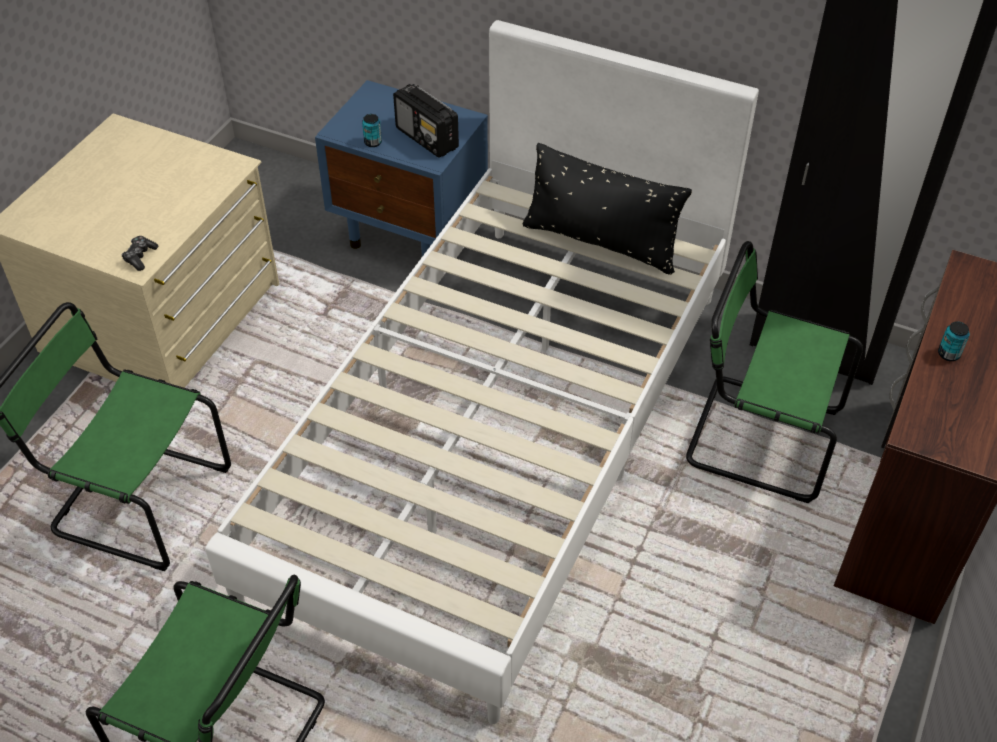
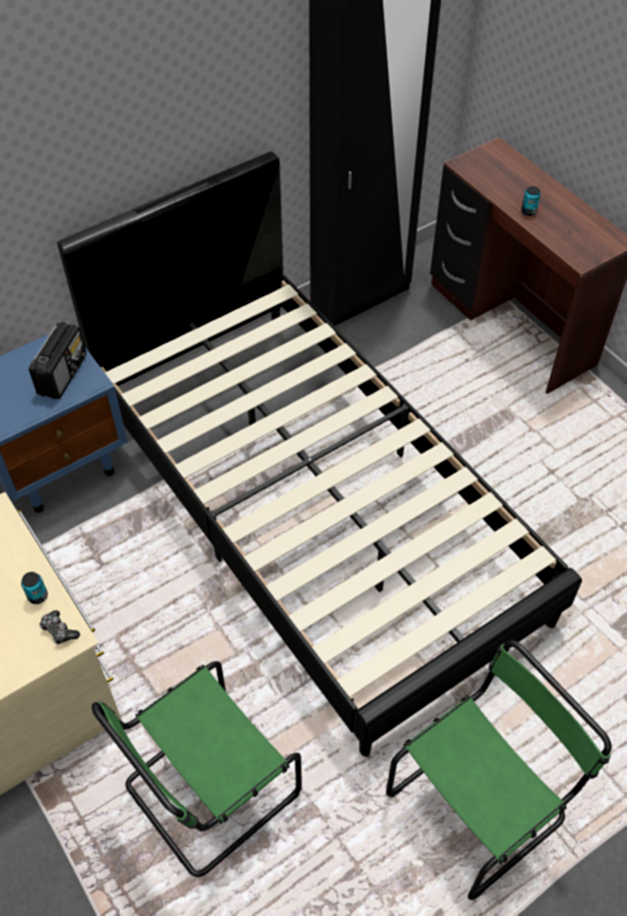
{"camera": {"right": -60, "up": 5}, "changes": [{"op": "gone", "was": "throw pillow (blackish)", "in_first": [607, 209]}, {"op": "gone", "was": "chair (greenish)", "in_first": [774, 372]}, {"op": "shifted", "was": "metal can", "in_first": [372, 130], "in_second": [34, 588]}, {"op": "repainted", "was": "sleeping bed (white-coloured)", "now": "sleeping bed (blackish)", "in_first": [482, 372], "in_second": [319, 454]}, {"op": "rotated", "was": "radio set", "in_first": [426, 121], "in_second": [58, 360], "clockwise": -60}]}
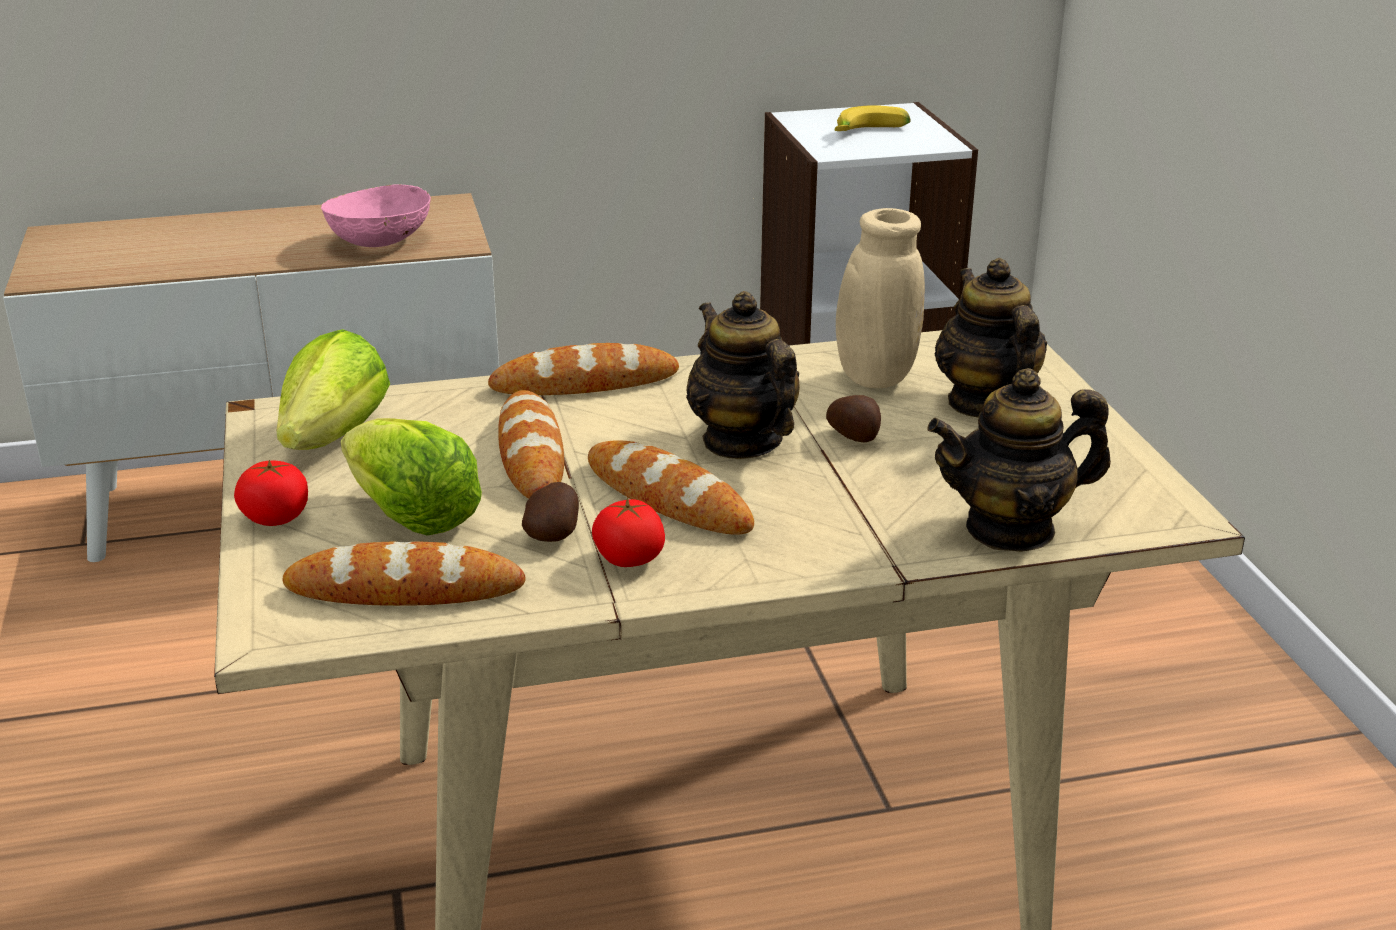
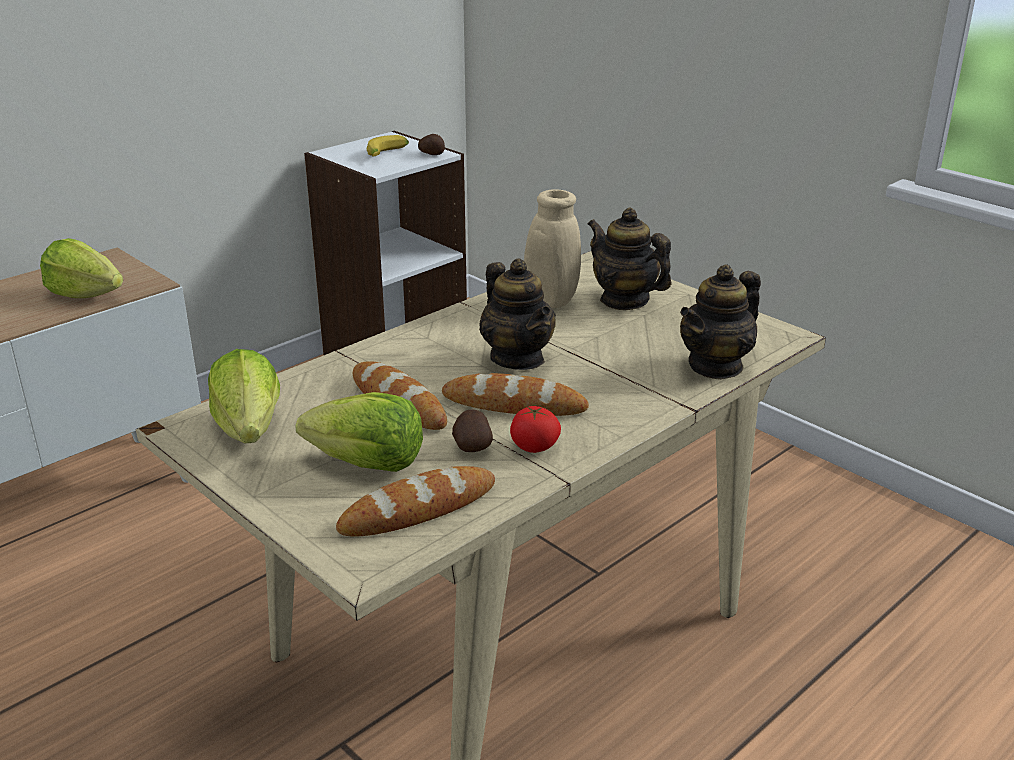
{"camera": {"right": -30, "up": 0}, "changes": [{"op": "gone", "was": "whole tomato", "in_first": [271, 493]}, {"op": "gone", "was": "bakery bread", "in_first": [583, 369]}, {"op": "shifted", "was": "potato", "in_first": [853, 419], "in_second": [431, 144]}, {"op": "swapped", "was": "bowl (pinkish)", "now": "head of lettuce", "in_first": [376, 215], "in_second": [81, 268]}, {"op": "rotated", "was": "pot for tea", "in_first": [743, 375], "in_second": [517, 314], "clockwise": -150}]}
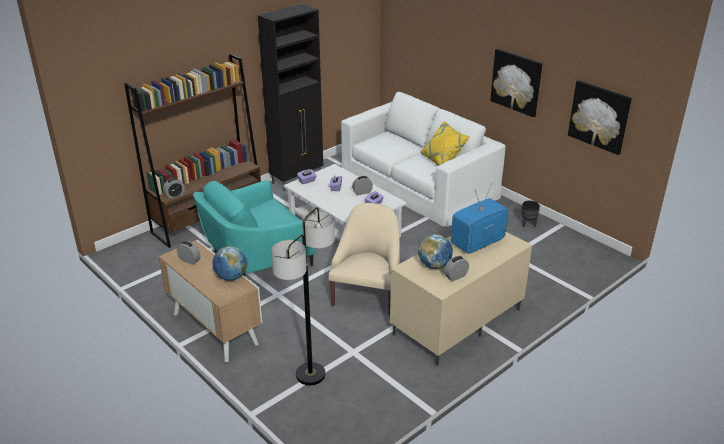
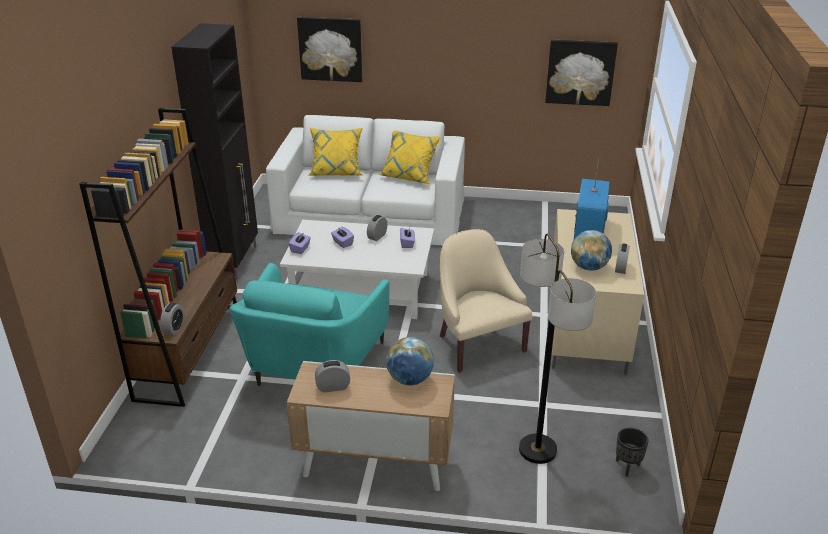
{"camera": {"right": -40, "up": 0}, "changes": [{"op": "new", "now": "throw pillow (yellow-coloured)", "in_second": [335, 152]}, {"op": "shifted", "was": "wall art", "in_first": [516, 83], "in_second": [330, 49]}, {"op": "shifted", "was": "flower pot (blackish)", "in_first": [530, 214], "in_second": [632, 452]}]}
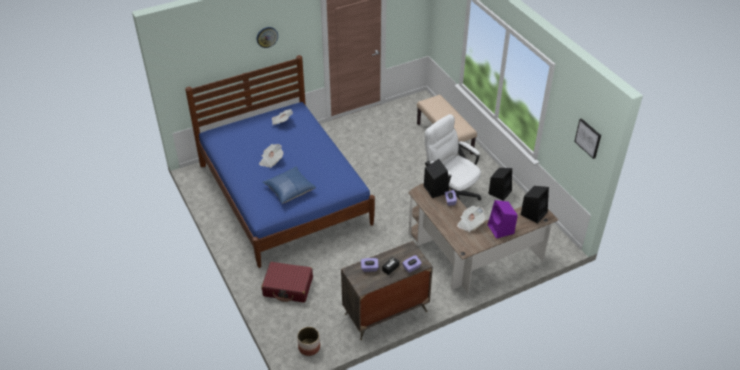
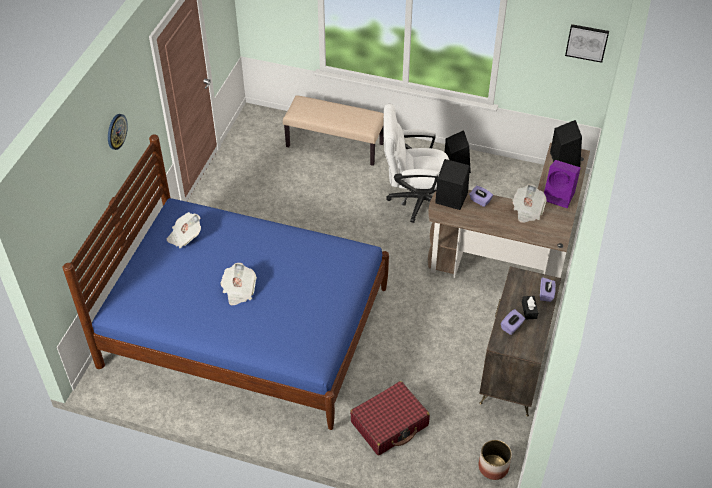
{"camera": {"right": -45, "up": 5}, "changes": [{"op": "gone", "was": "throw pillow (blue)", "in_first": [289, 185]}]}
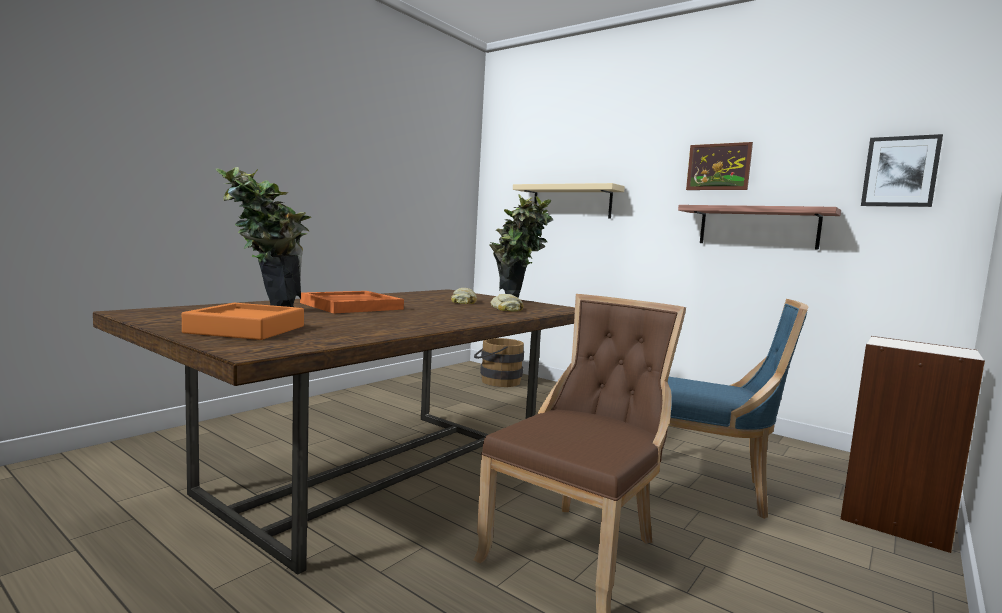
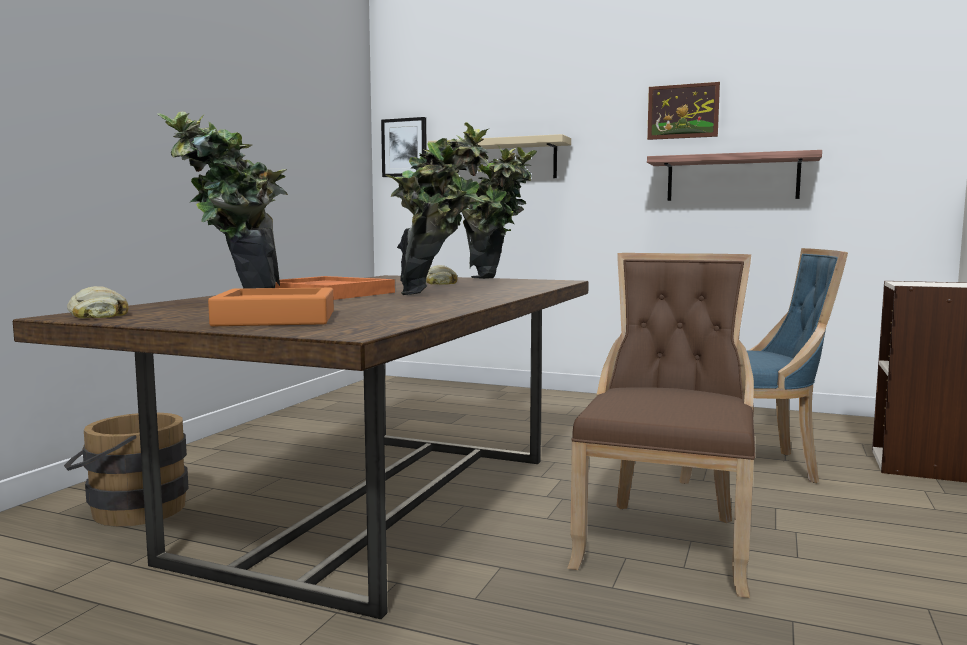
{"camera": {"right": -15, "up": 0}, "changes": [{"op": "new", "now": "potted plant", "in_second": [437, 208]}, {"op": "shifted", "was": "bucket (brownish)", "in_first": [499, 362], "in_second": [126, 469]}, {"op": "shifted", "was": "bakery bread", "in_first": [506, 303], "in_second": [98, 302]}, {"op": "shifted", "was": "wall art", "in_first": [902, 170], "in_second": [404, 147]}]}
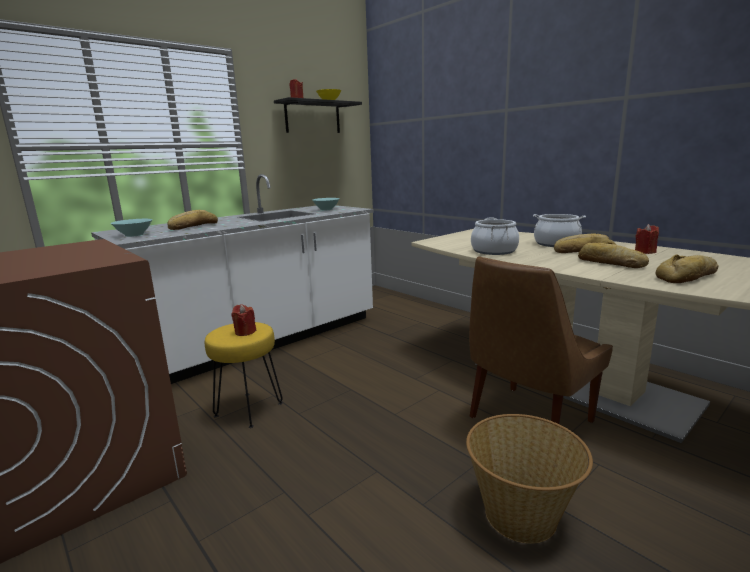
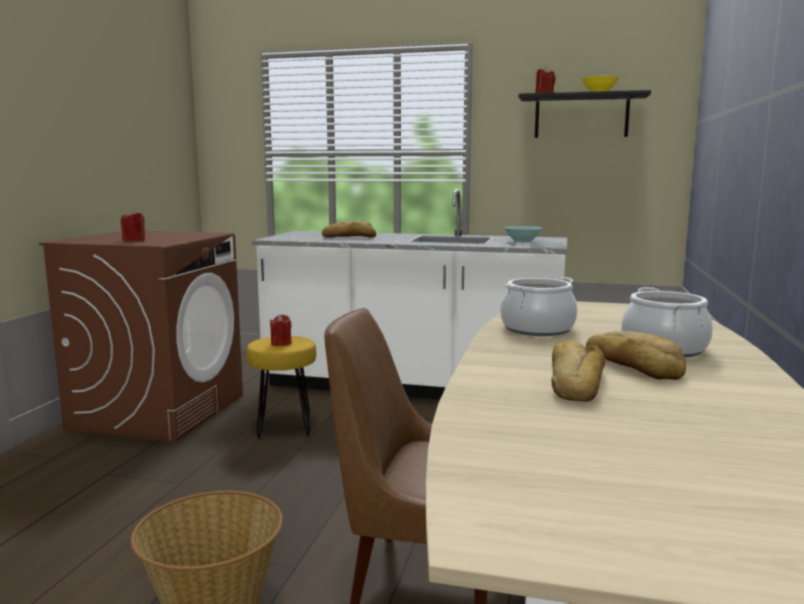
{"camera": {"right": 55, "up": -5}, "changes": [{"op": "gone", "was": "bowl (turquoise)", "in_first": [131, 228]}, {"op": "gone", "was": "bakery bread", "in_first": [687, 268]}, {"op": "shifted", "was": "candle (red)", "in_first": [647, 239], "in_second": [133, 225]}]}
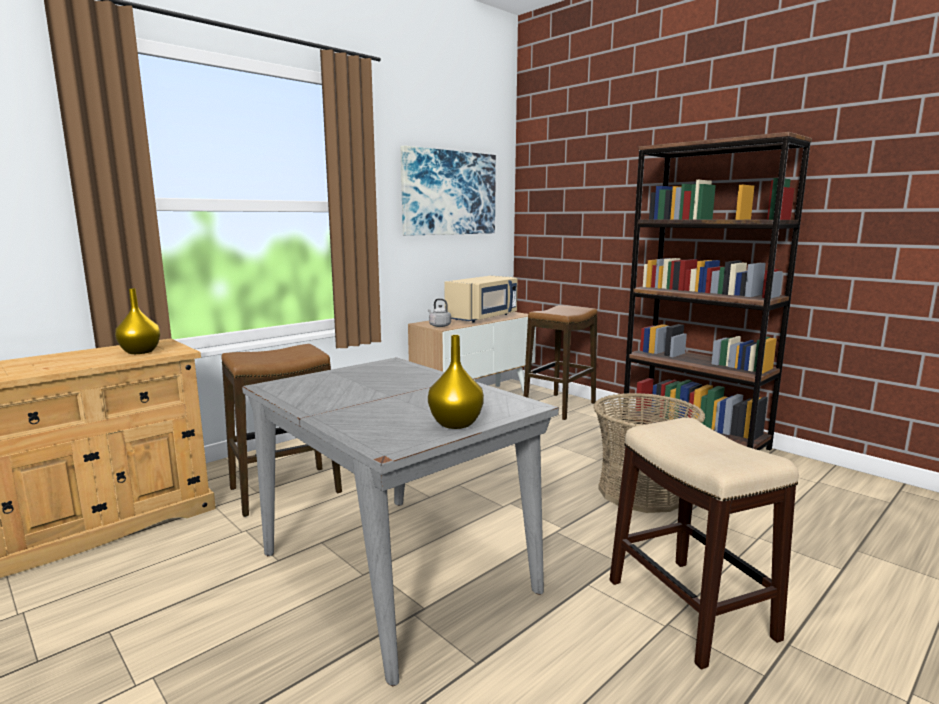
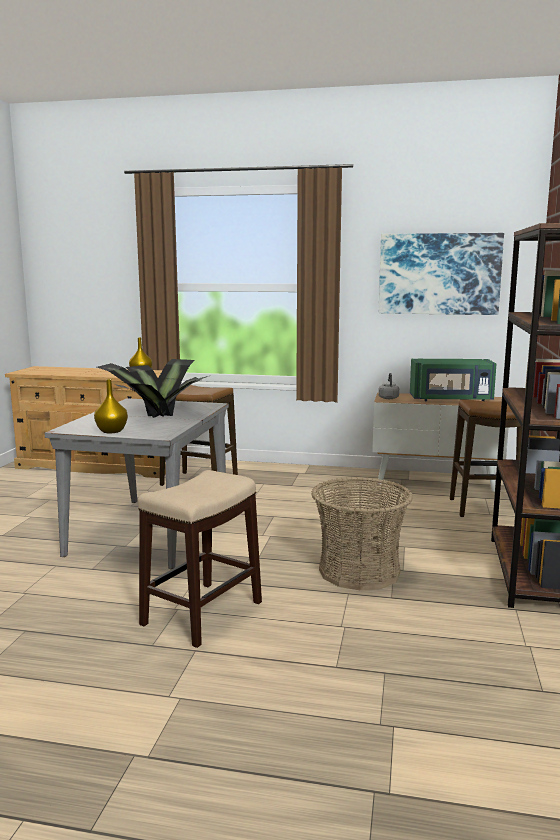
{"camera": {"right": 55, "up": 0}, "changes": [{"op": "new", "now": "potted plant", "in_second": [152, 388]}, {"op": "repainted", "was": "microwave oven (beige-coloured)", "now": "microwave oven (greenish)", "in_first": [480, 299], "in_second": [453, 380]}]}
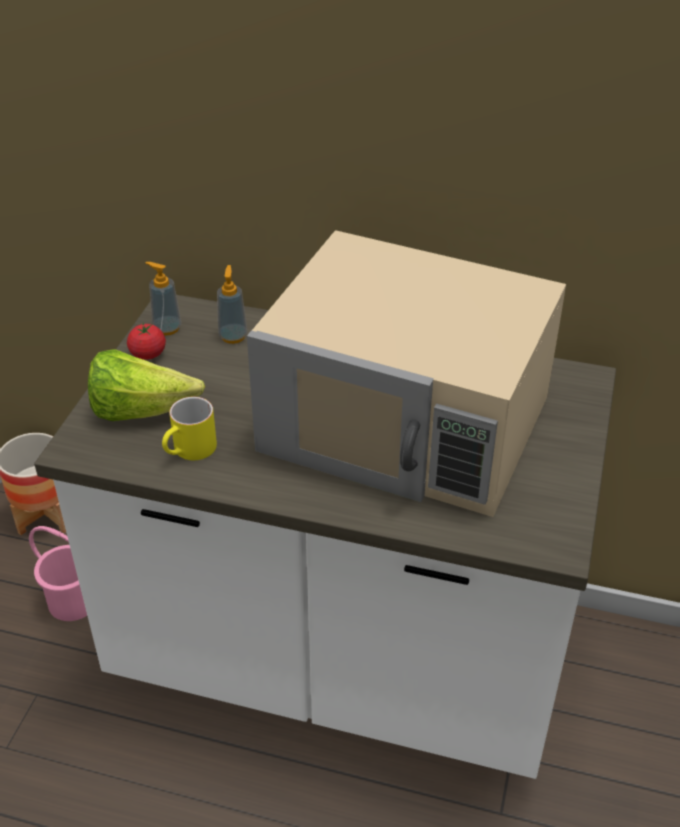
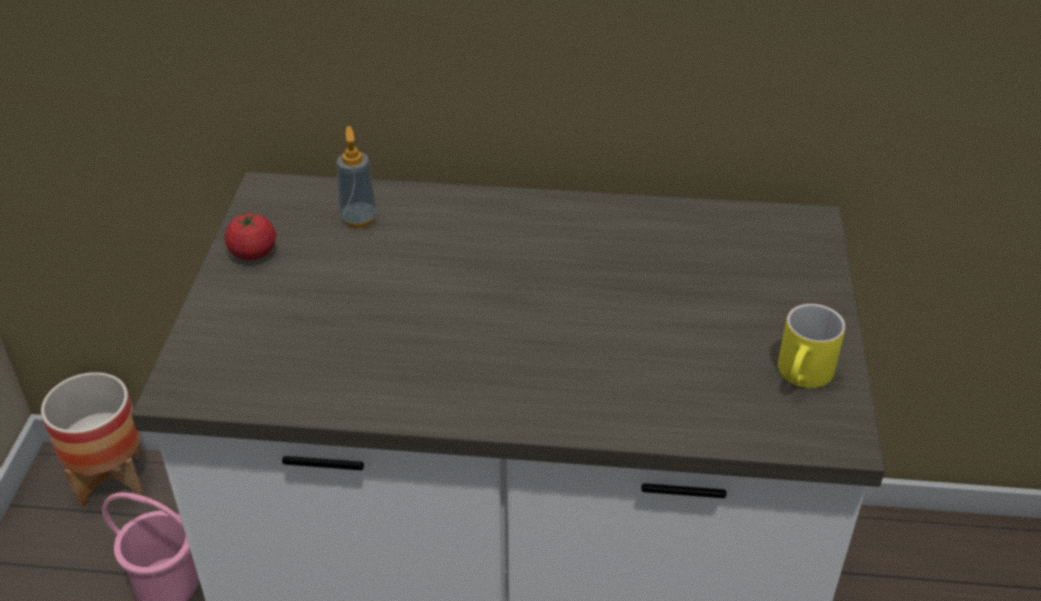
{"camera": {"right": -10, "up": 0}, "changes": [{"op": "gone", "was": "head of lettuce", "in_first": [146, 385]}, {"op": "gone", "was": "soap dispenser", "in_first": [163, 298]}, {"op": "gone", "was": "microwave oven (beige-coloured)", "in_first": [406, 373]}, {"op": "shifted", "was": "coffee mug (yellow-coloured)", "in_first": [189, 428], "in_second": [812, 346]}]}
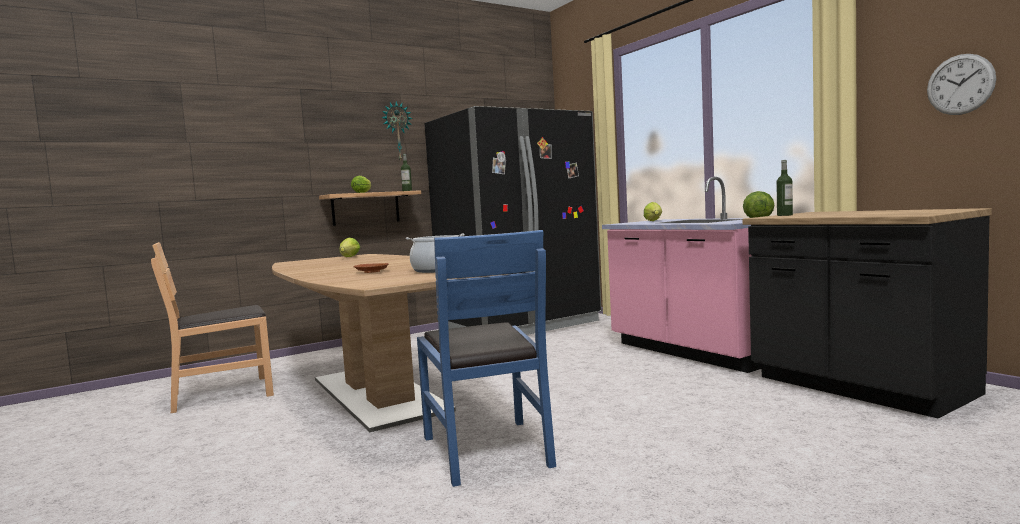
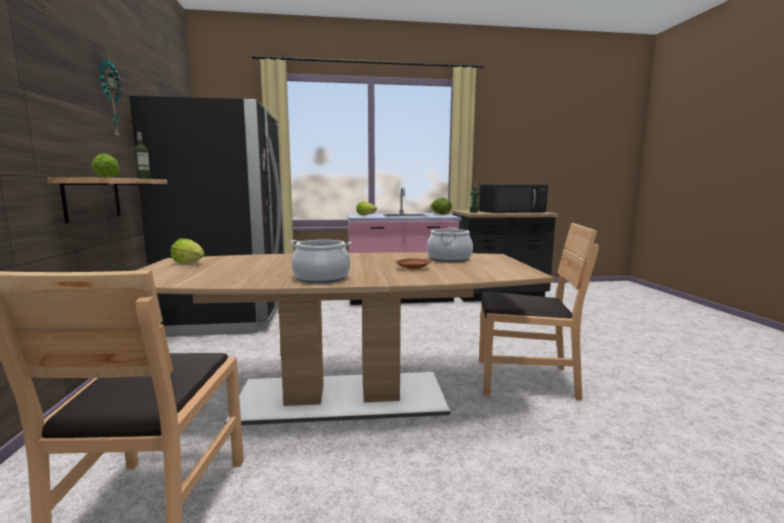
{"camera": {"right": -65, "up": 5}, "changes": [{"op": "gone", "was": "wall clock", "in_first": [961, 84]}, {"op": "new", "now": "saucepot", "in_second": [321, 262]}, {"op": "new", "now": "microwave oven (blackish)", "in_second": [513, 199]}, {"op": "repainted", "was": "chair (blue)", "now": "chair (brownish)", "in_first": [486, 358], "in_second": [539, 311]}]}
